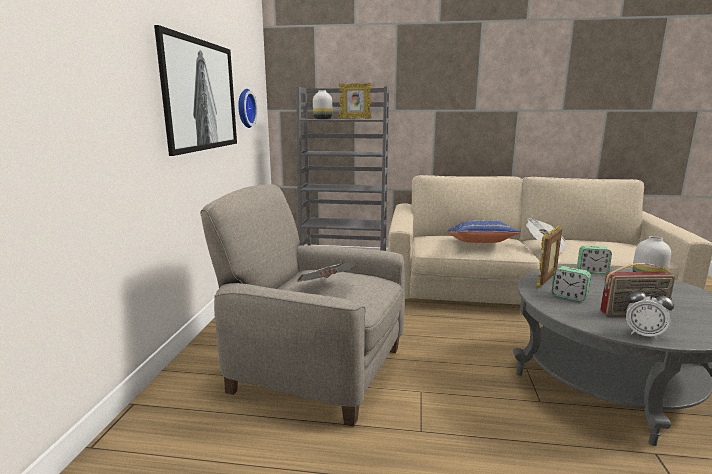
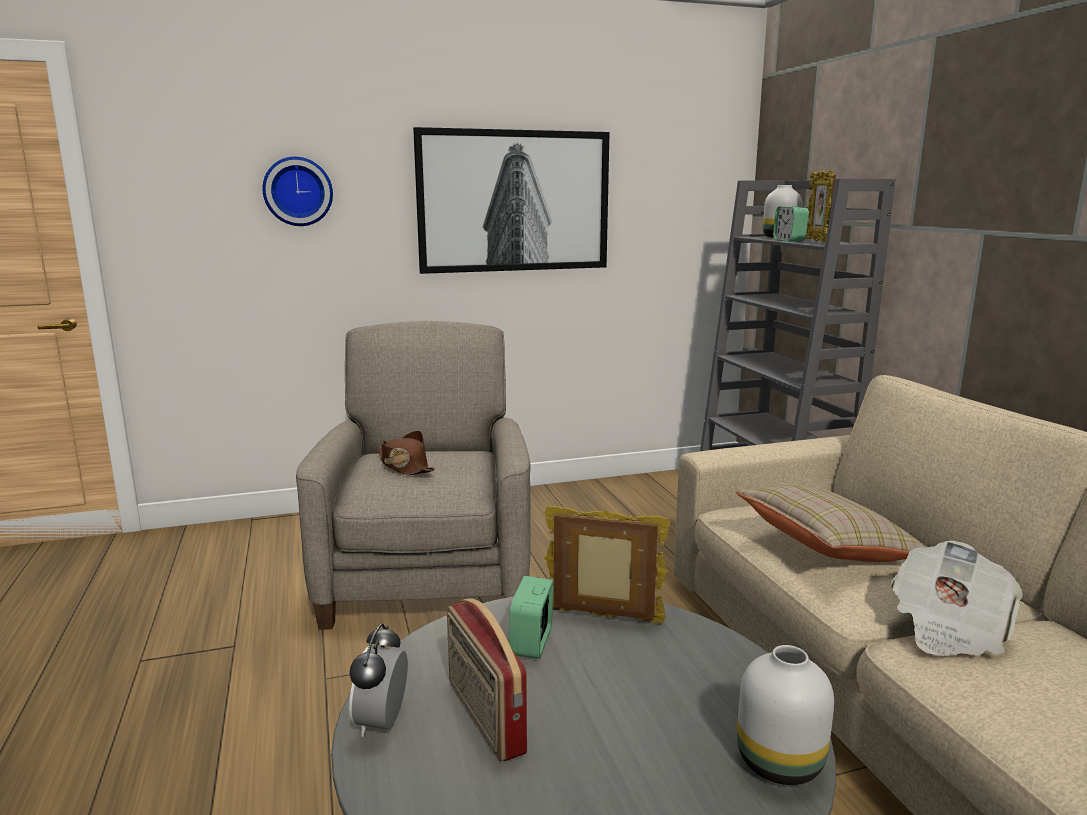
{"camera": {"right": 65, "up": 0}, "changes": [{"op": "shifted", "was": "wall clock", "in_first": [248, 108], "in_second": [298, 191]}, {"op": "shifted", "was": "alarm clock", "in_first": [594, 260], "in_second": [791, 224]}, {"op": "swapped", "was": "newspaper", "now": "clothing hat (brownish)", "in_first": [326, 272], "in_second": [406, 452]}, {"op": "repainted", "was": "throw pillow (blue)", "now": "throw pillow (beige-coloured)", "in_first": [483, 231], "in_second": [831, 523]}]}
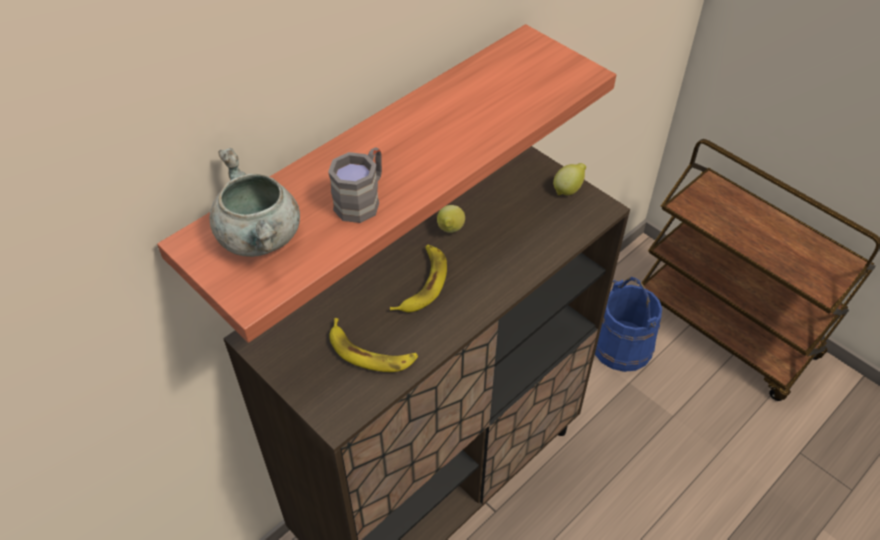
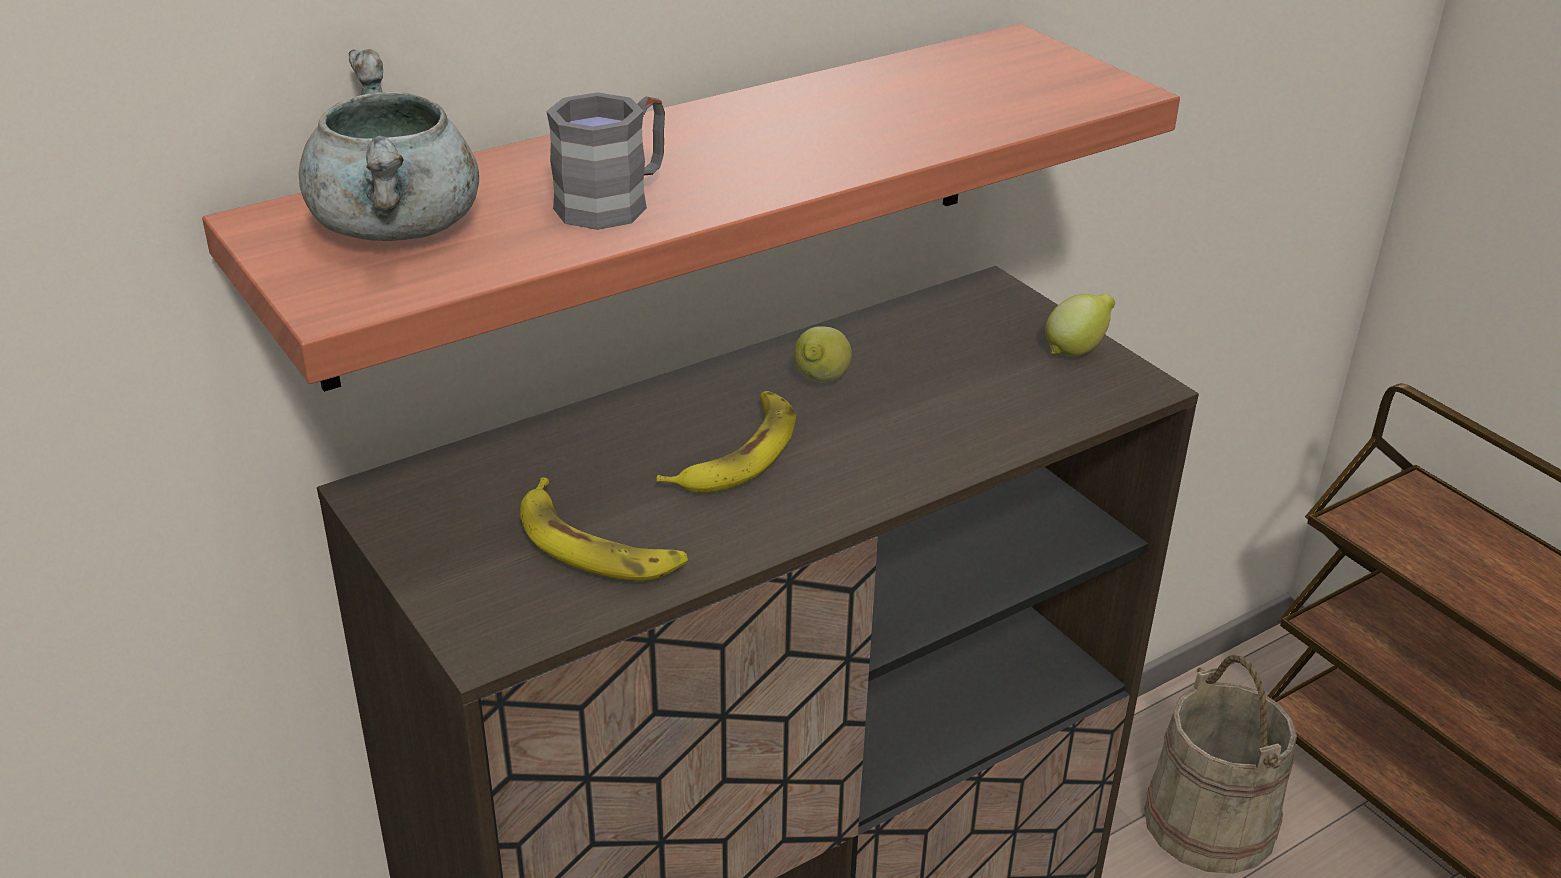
{"camera": {"right": 10, "up": -15}, "changes": [{"op": "repainted", "was": "bucket (blue)", "now": "bucket (beige-coloured)", "in_first": [628, 324], "in_second": [1220, 764]}]}
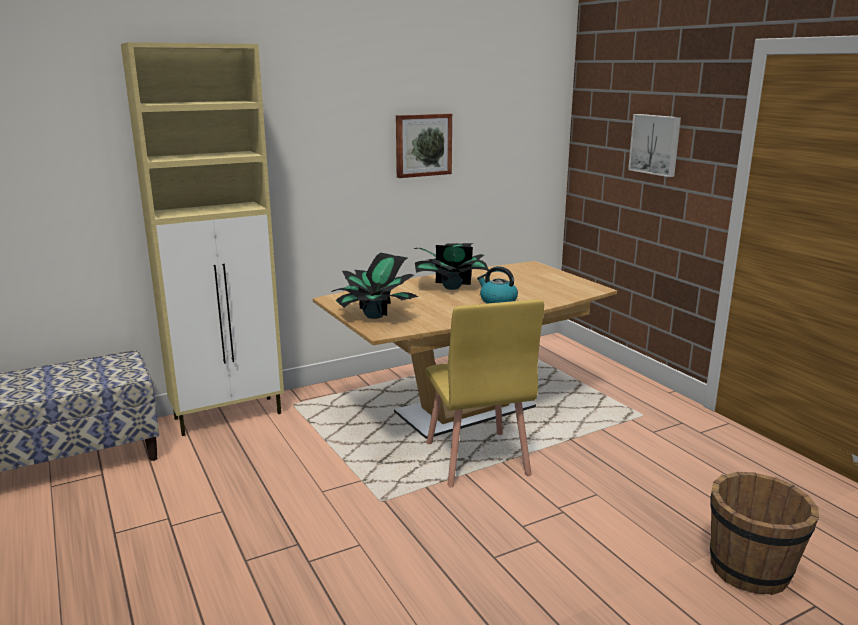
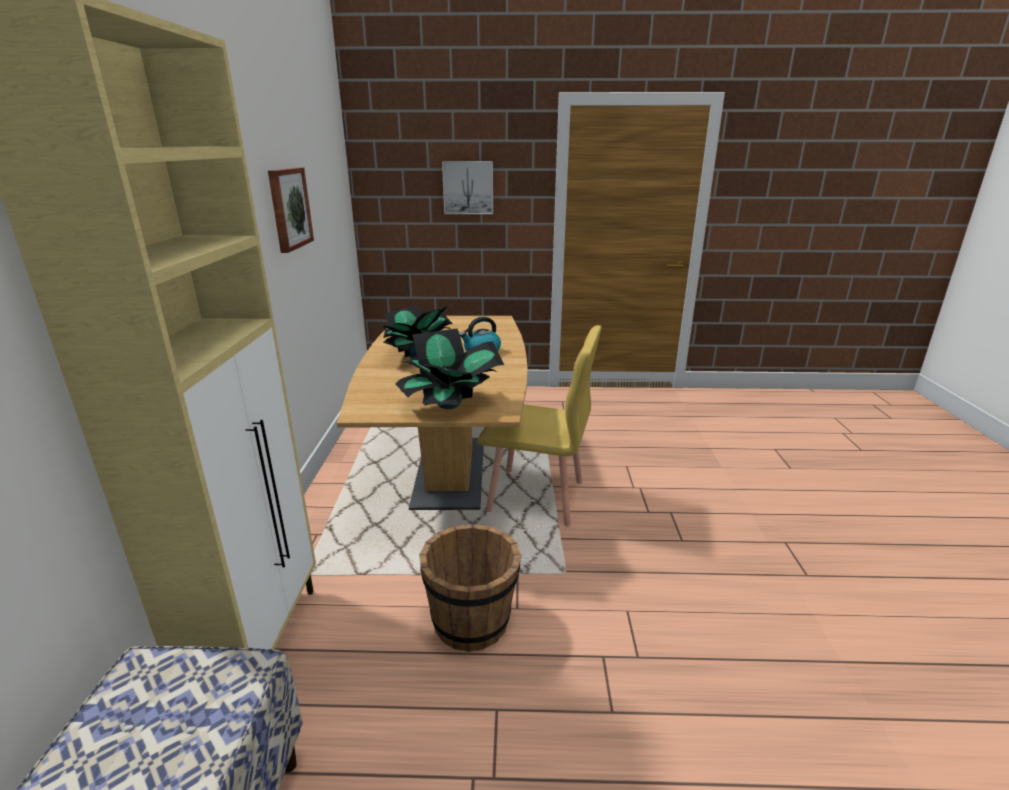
{"camera": {"right": -60, "up": 5}, "changes": [{"op": "shifted", "was": "bucket (brownish)", "in_first": [764, 533], "in_second": [470, 588]}]}
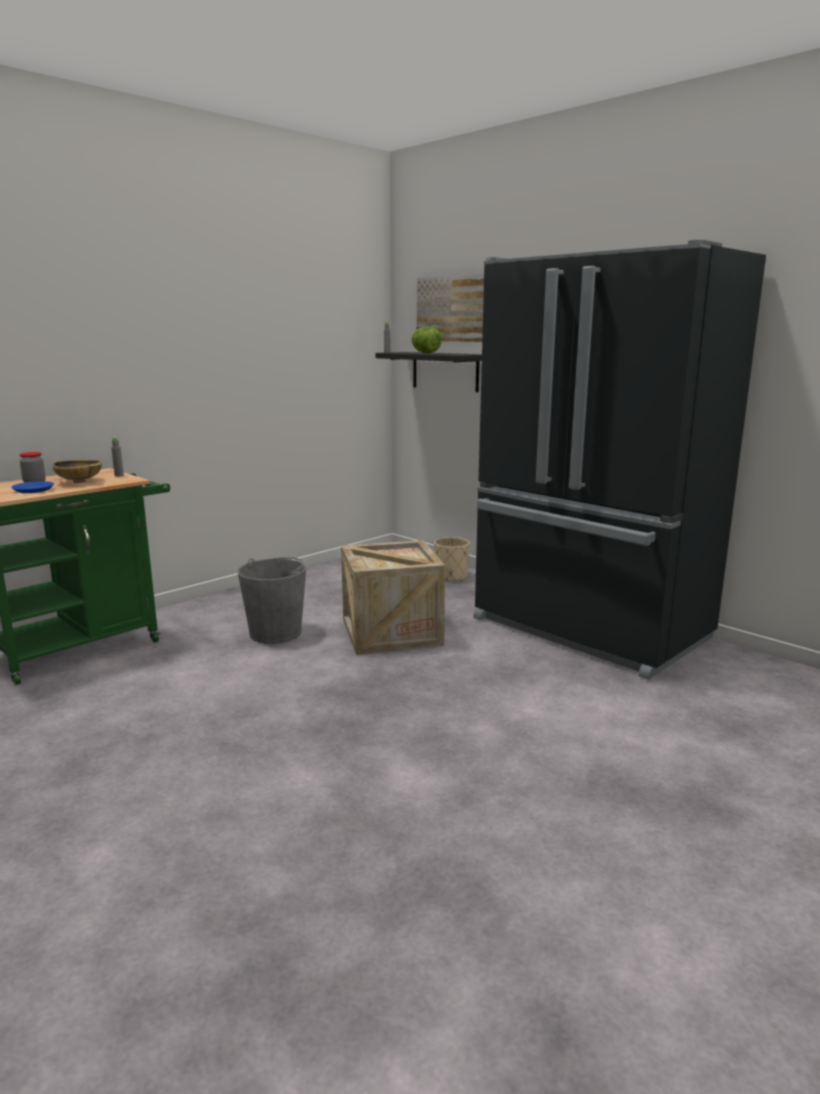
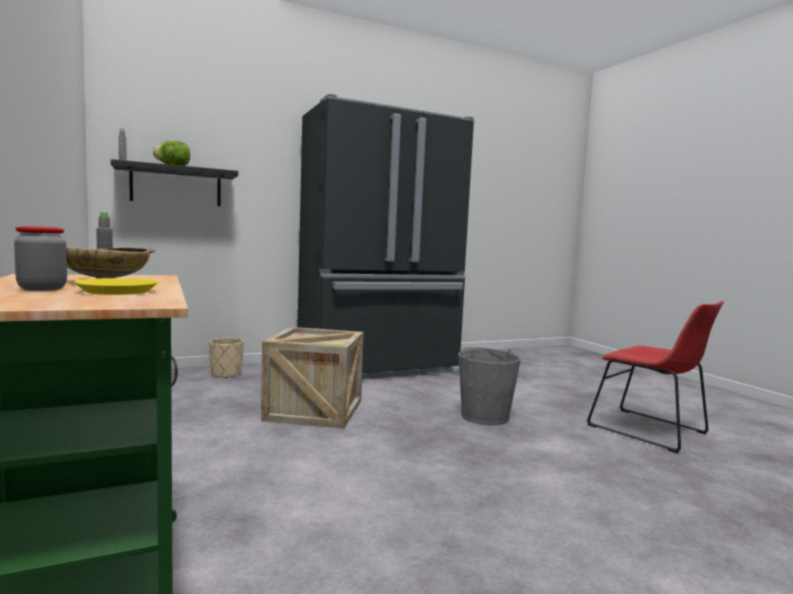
{"camera": {"right": -70, "up": -10}, "changes": [{"op": "gone", "was": "wall art", "in_first": [450, 307]}, {"op": "new", "now": "chair (red)", "in_second": [655, 377]}, {"op": "shifted", "was": "bucket (greyish)", "in_first": [271, 600], "in_second": [489, 386]}, {"op": "repainted", "was": "dinner plate (blue)", "now": "dinner plate (yellow-coloured)", "in_first": [32, 487], "in_second": [116, 286]}]}
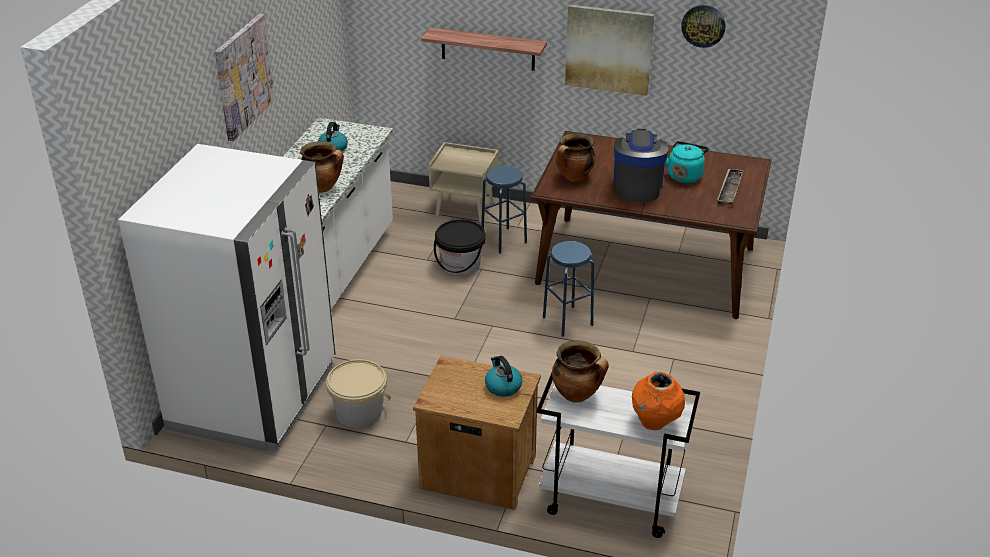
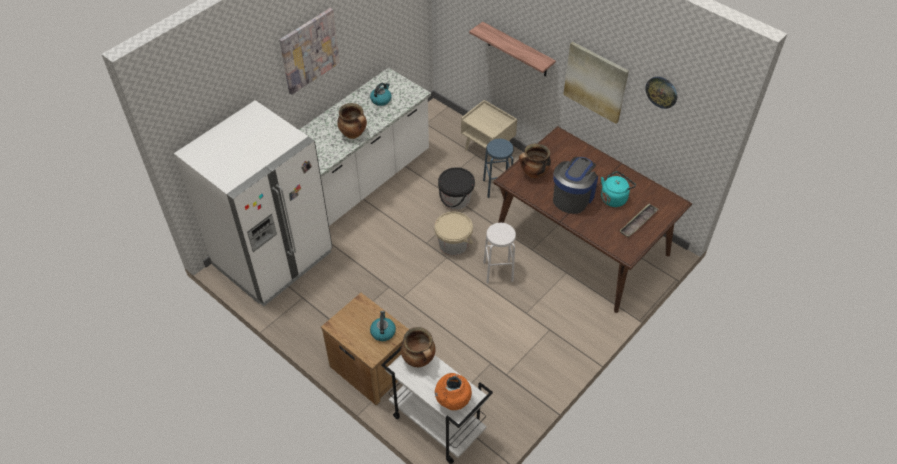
{"camera": {"right": 25, "up": 15}, "changes": [{"op": "shifted", "was": "bucket (beige-coloured)", "in_first": [358, 393], "in_second": [453, 233]}, {"op": "repainted", "was": "stool seat (blue)", "now": "stool seat (white-coloured)", "in_first": [568, 289], "in_second": [499, 253]}]}
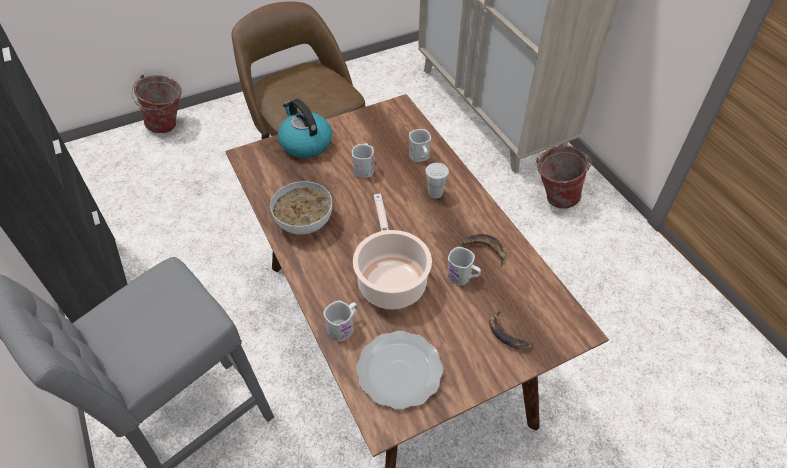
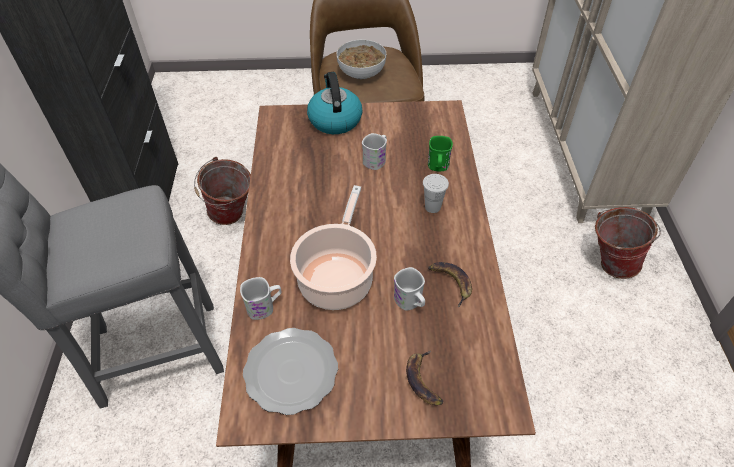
{"camera": {"right": 25, "up": 0}, "changes": [{"op": "shifted", "was": "bucket", "in_first": [156, 104], "in_second": [222, 191]}, {"op": "shifted", "was": "bowl", "in_first": [301, 208], "in_second": [361, 59]}, {"op": "repainted", "was": "coffee mug (white-coloured)", "now": "coffee mug (greenish)", "in_first": [420, 145], "in_second": [440, 153]}]}
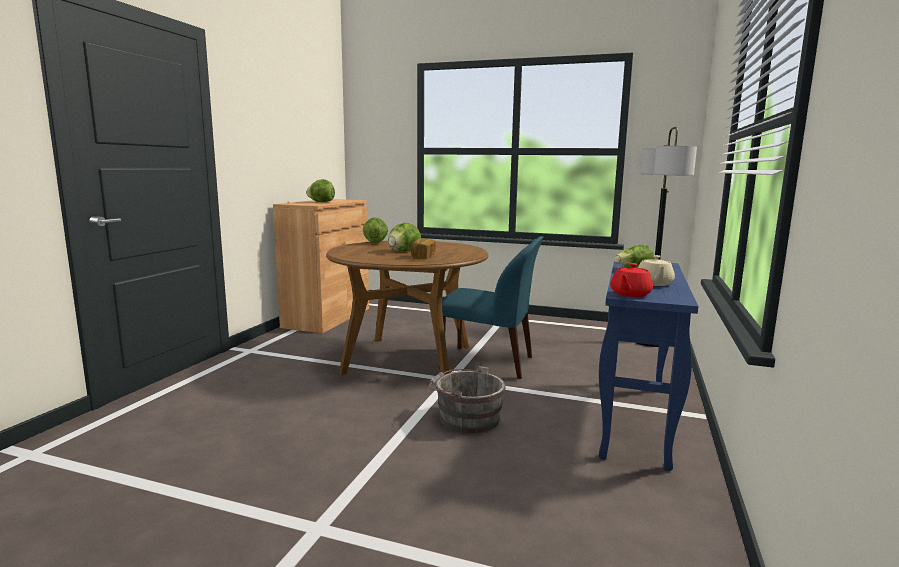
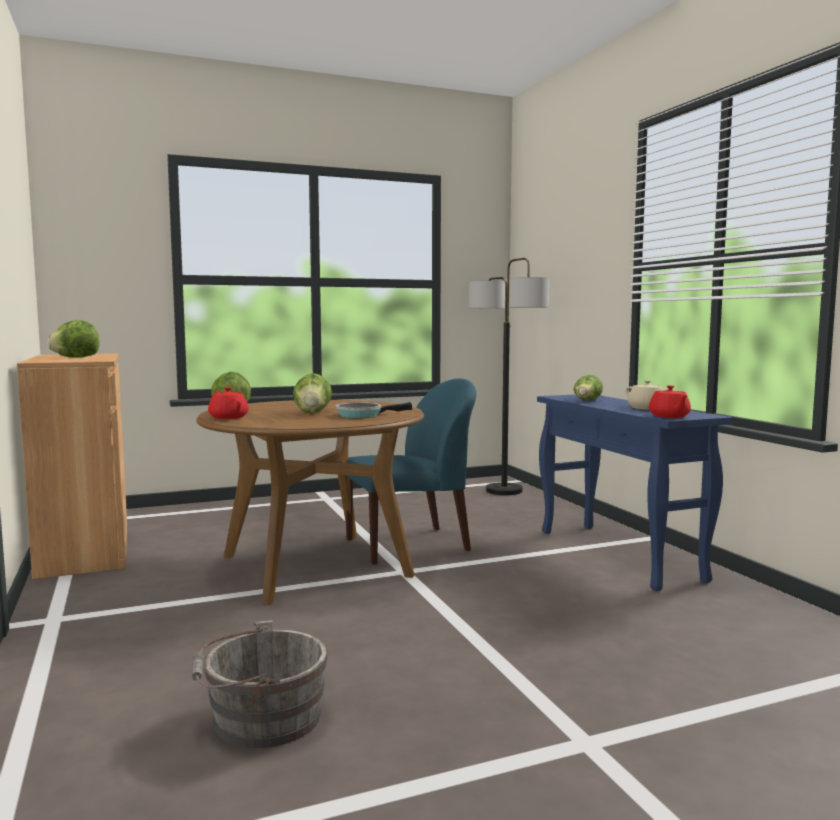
{"camera": {"right": -40, "up": -5}, "changes": [{"op": "new", "now": "pot for tea (red)", "in_second": [228, 403]}, {"op": "shifted", "was": "bucket (greyish)", "in_first": [467, 399], "in_second": [259, 684]}, {"op": "swapped", "was": "bakery bread", "now": "pan", "in_first": [423, 248], "in_second": [374, 410]}]}
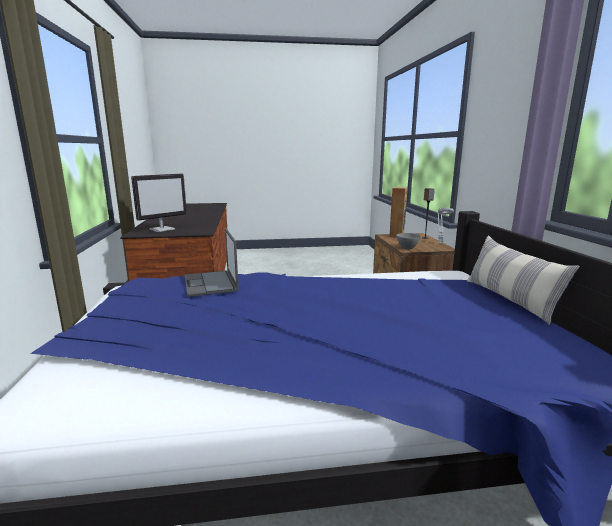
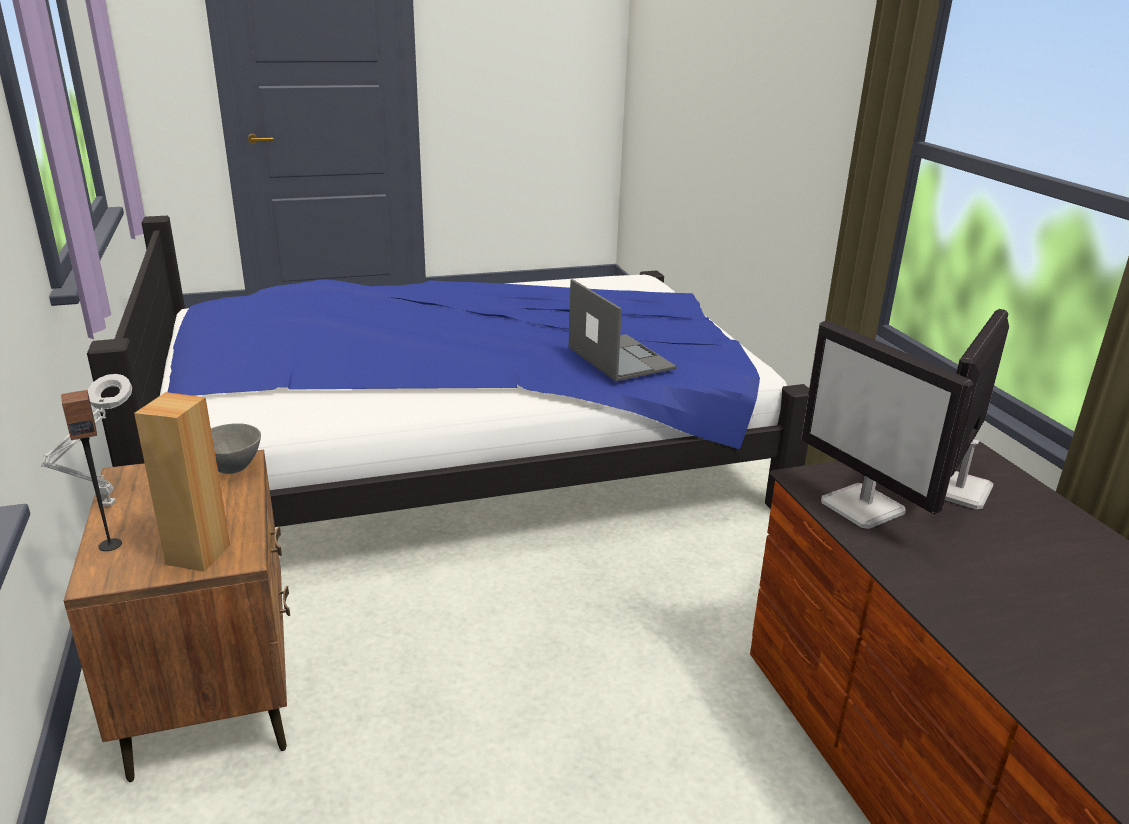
{"camera": {"right": 170, "up": 10}, "changes": [{"op": "gone", "was": "throw pillow", "in_first": [523, 280]}, {"op": "new", "now": "computer screen", "in_second": [887, 424]}]}
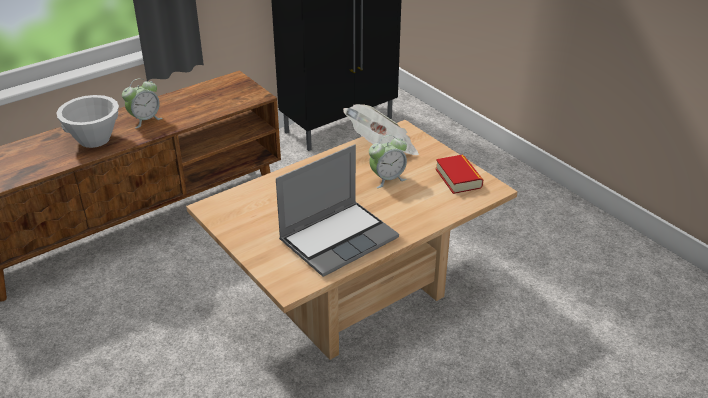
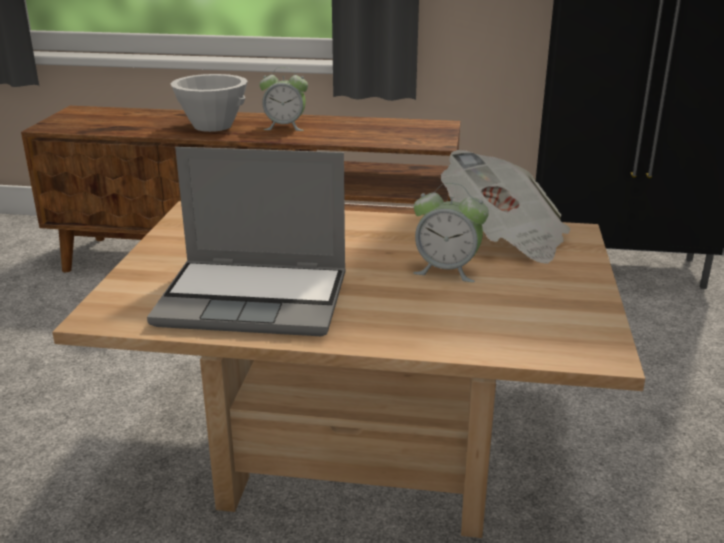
{"camera": {"right": 45, "up": -10}, "changes": [{"op": "gone", "was": "bound book", "in_first": [459, 174]}]}
